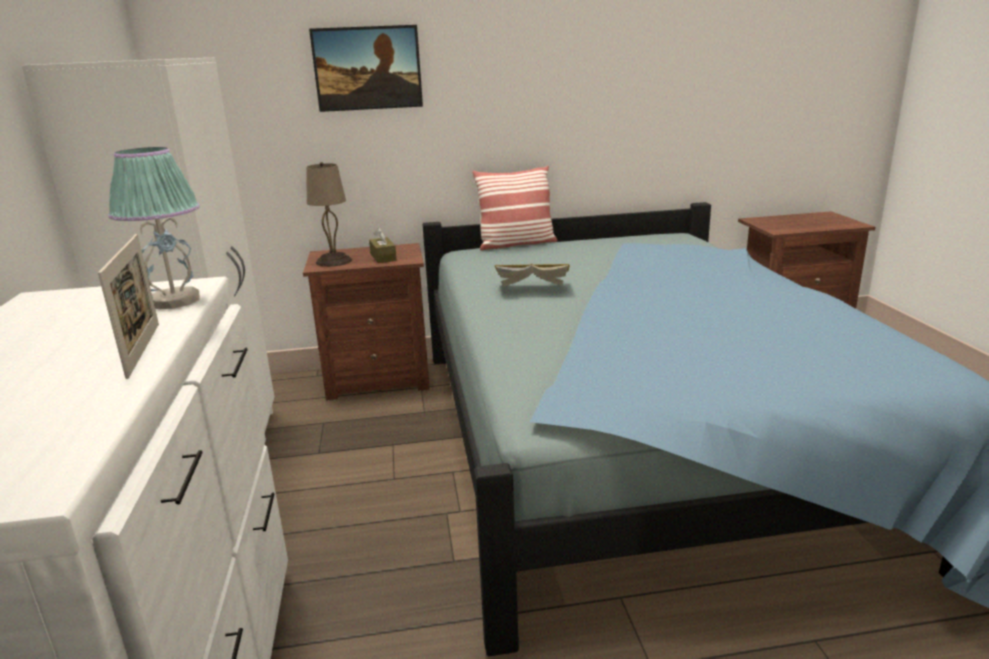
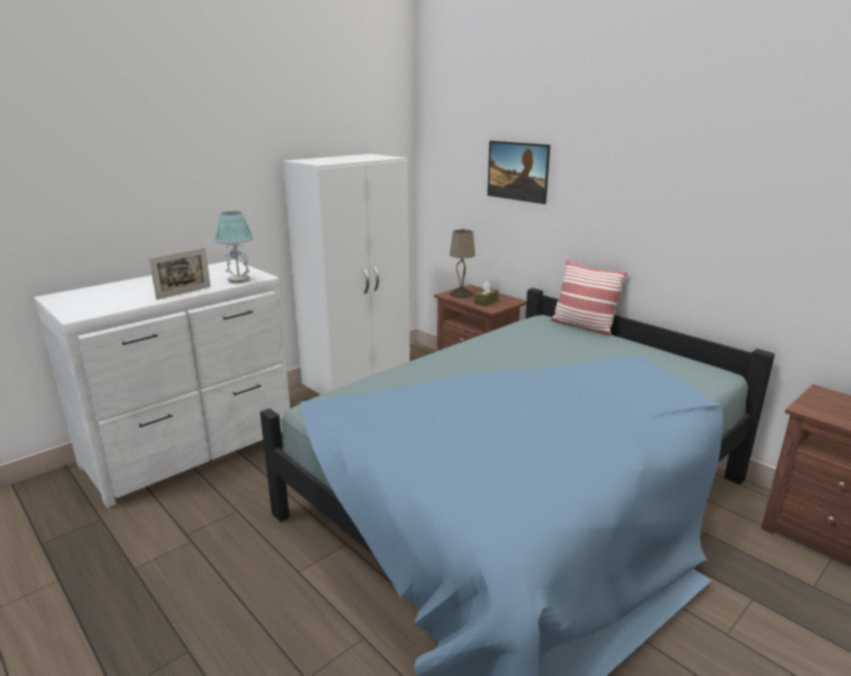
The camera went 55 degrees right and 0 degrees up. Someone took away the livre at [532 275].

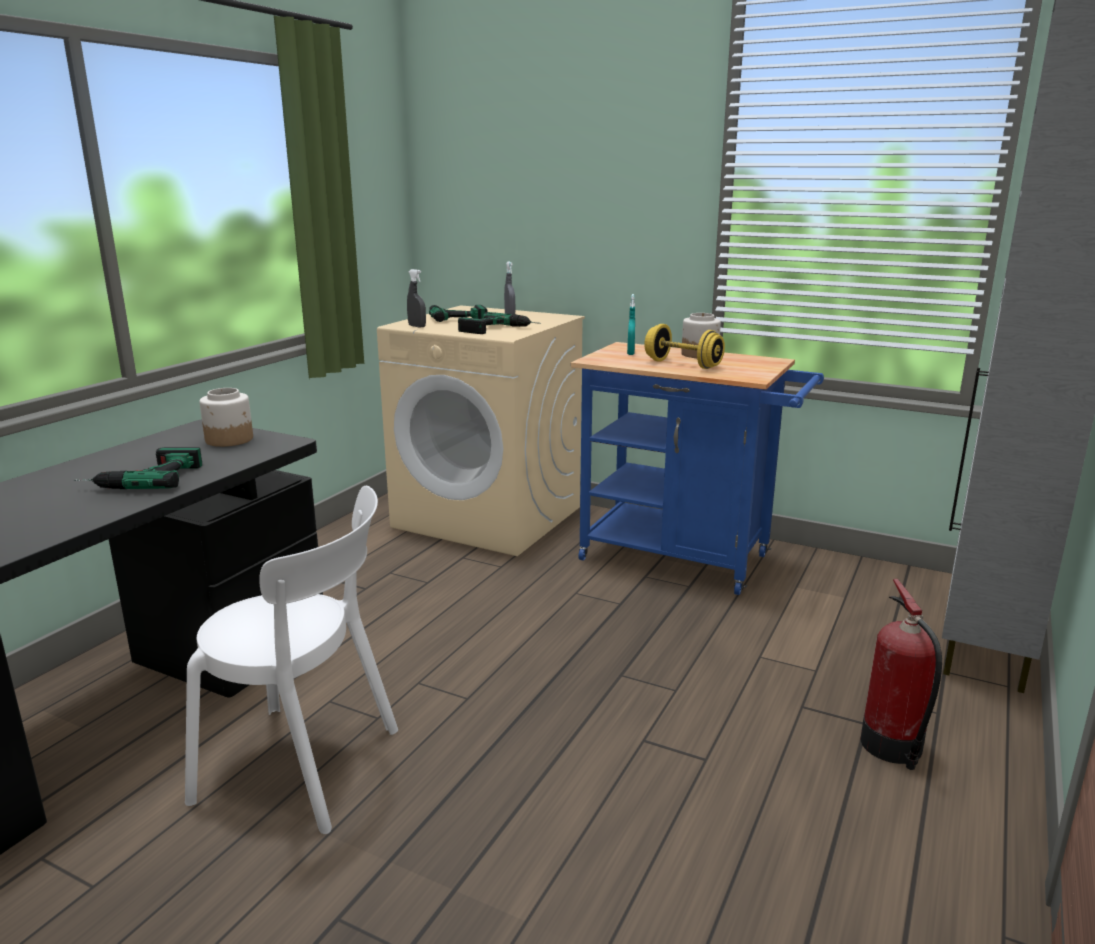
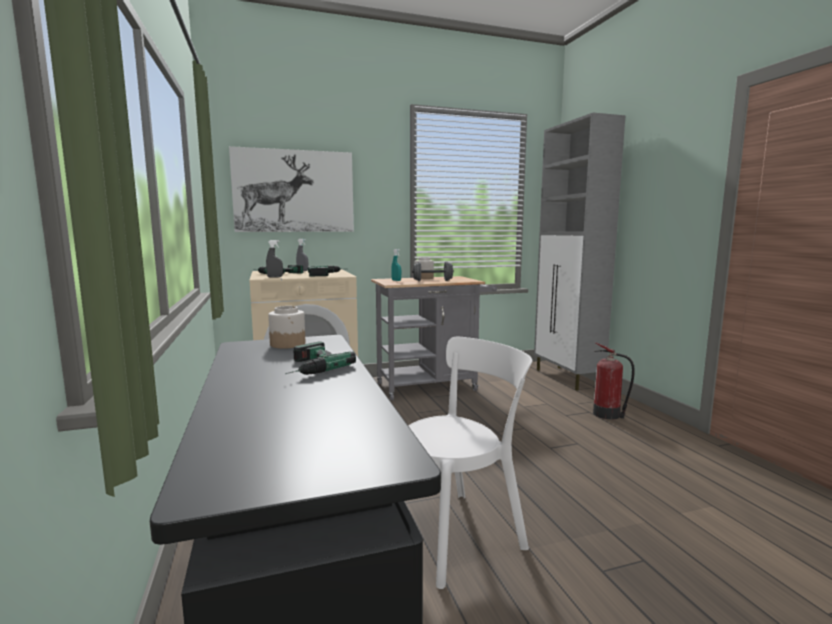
The camera went 45 degrees left and 10 degrees down. Someone repainted the chariot/bleu at [697 468], which became the chariot/gris at [434 338]. Someone repainted the haltère/jaune at [684 346], which became the haltère/gris at [433 271]. Someone put up the tableau at [291 189].

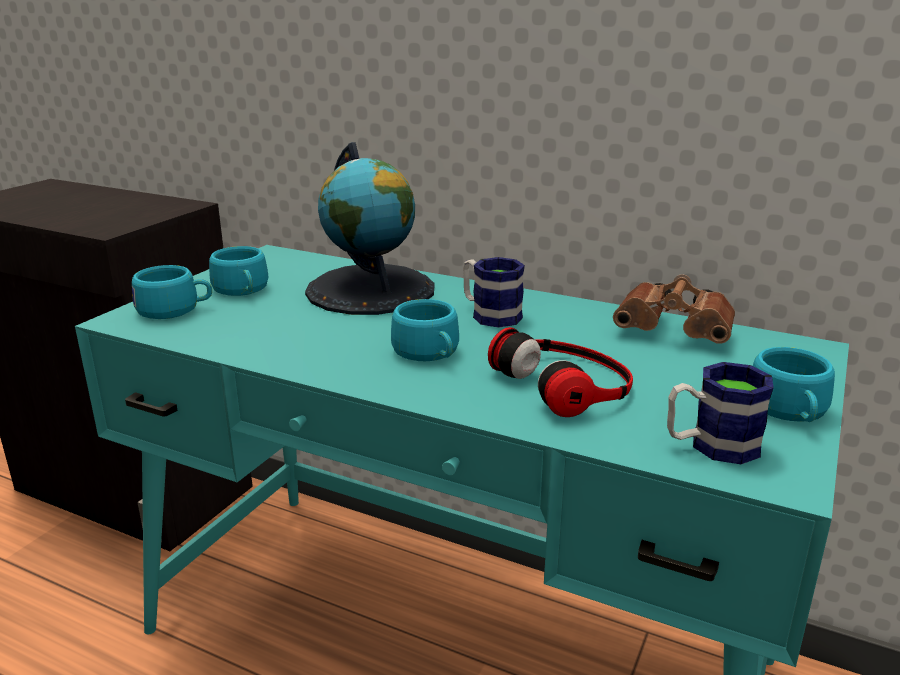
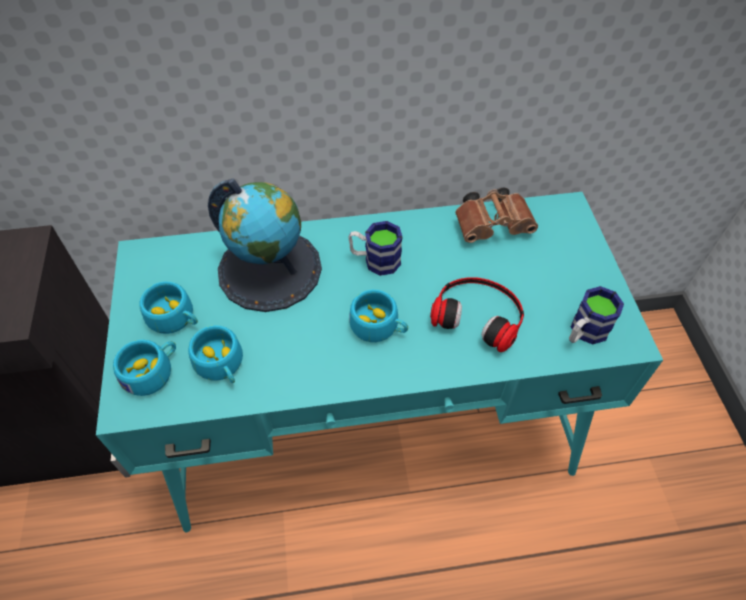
The camera went 35 degrees left and 30 degrees up. Someone carried the tasse/turquoise from [794 384] to [215 354].

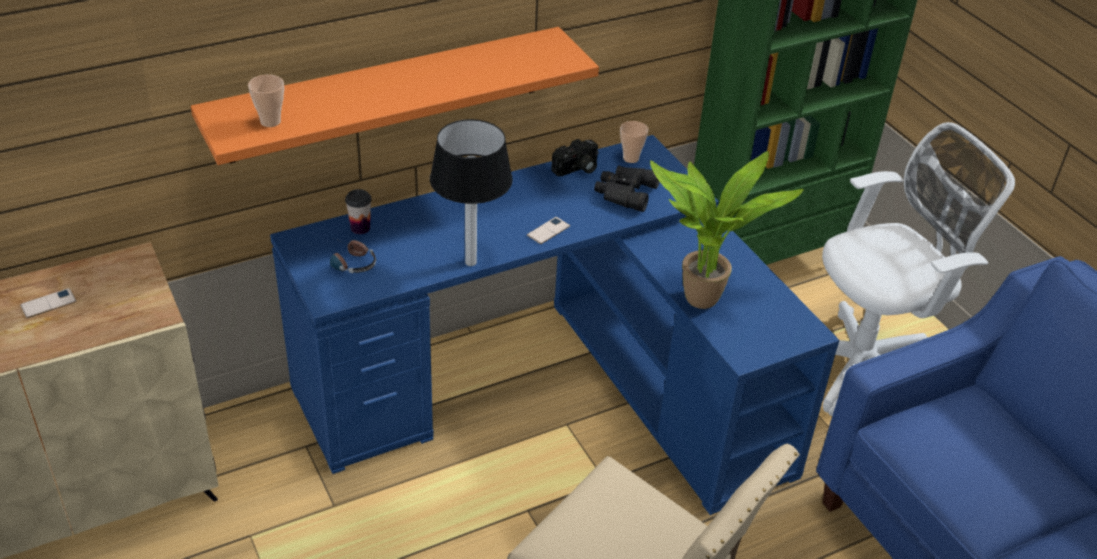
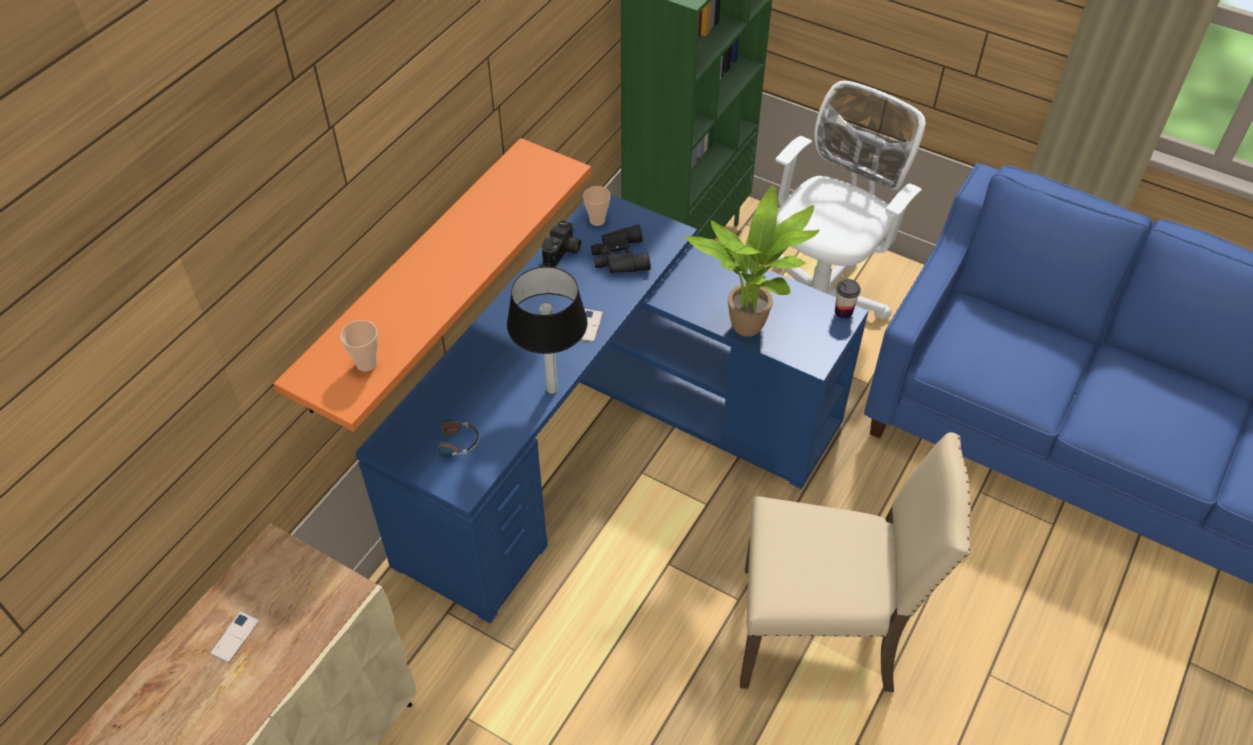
The camera went 30 degrees left and 10 degrees up. Someone carried the tasse from [358 211] to [848 299].

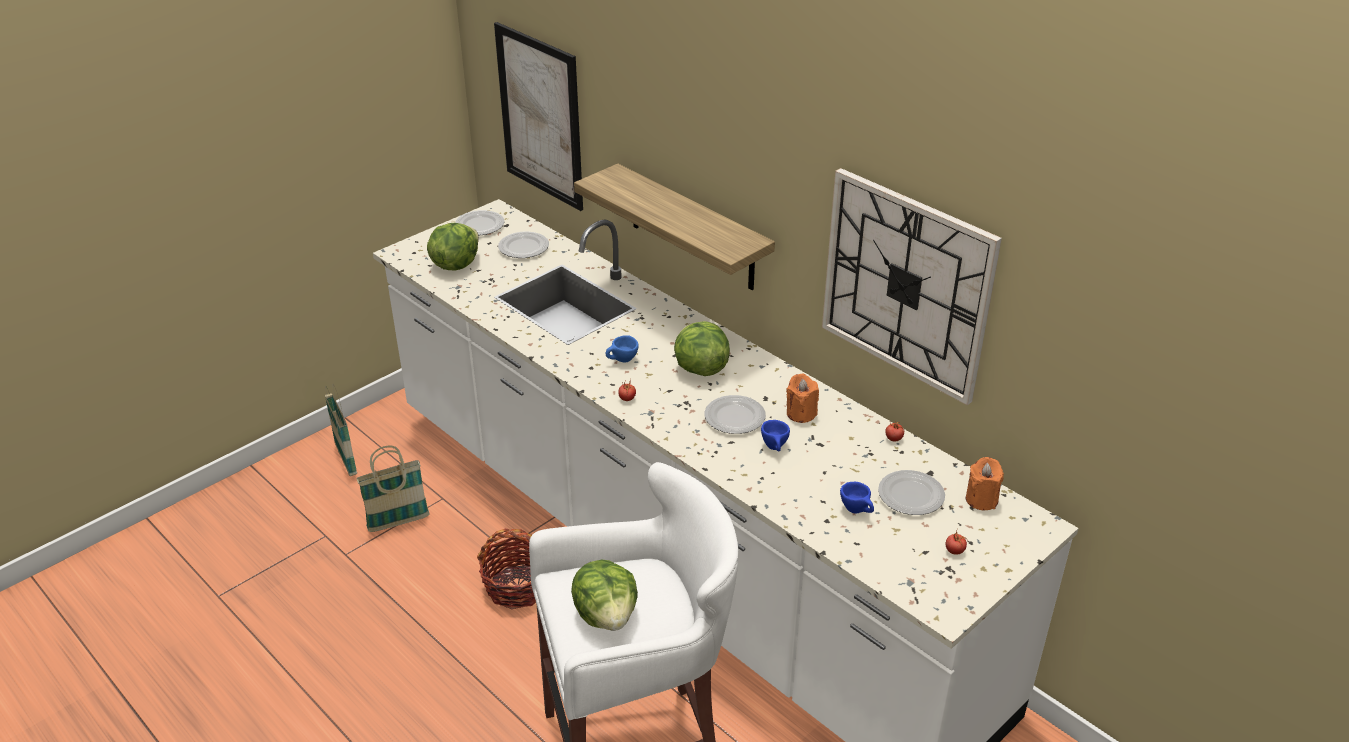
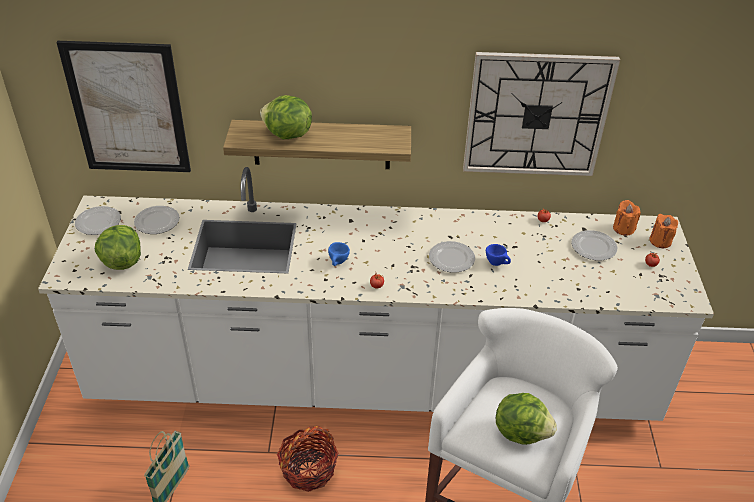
The camera went 45 degrees left and 5 degrees up. Someone took away the panier at [341 430]. Someone carried the laitue from [702 348] to [286 117]. Someone carried the bougie/orange from [802 398] to [663 231]. Someone took away the tasse/bleu at [857 497].

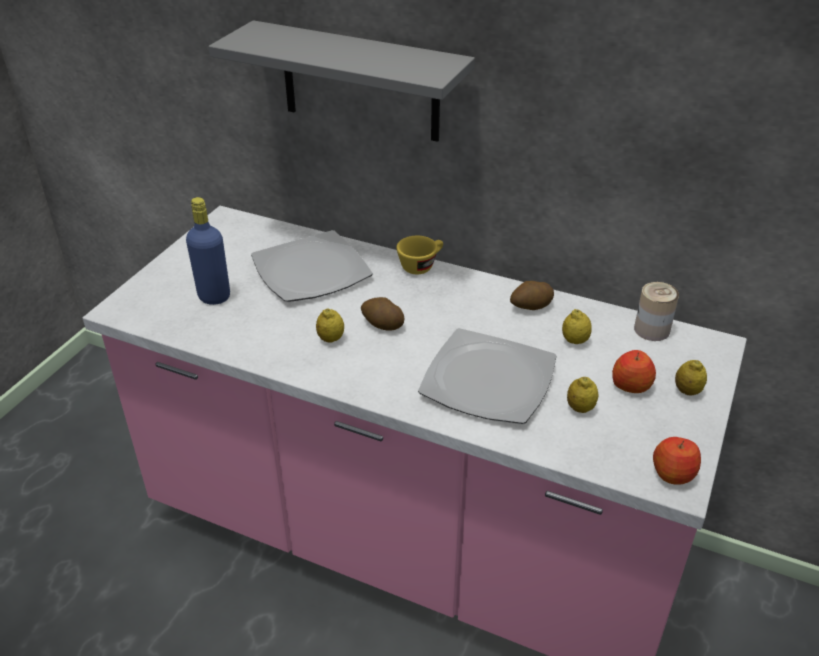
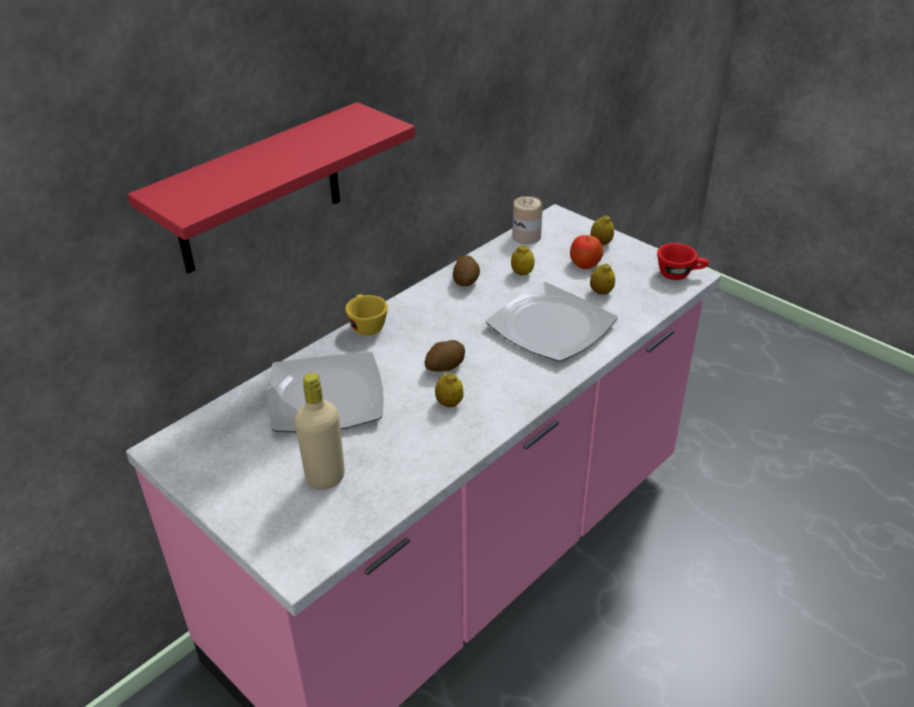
The camera went 70 degrees left and 0 degrees up. Someone repainted the bouteille/bleu at [208 251], which became the bouteille/beige at [320 431]. Someone repainted the étagère/gris at [342 81], which became the étagère/rouge at [271 188]. Someone swapped the pomme at [677 461] for the tasse/rouge at [683 261].

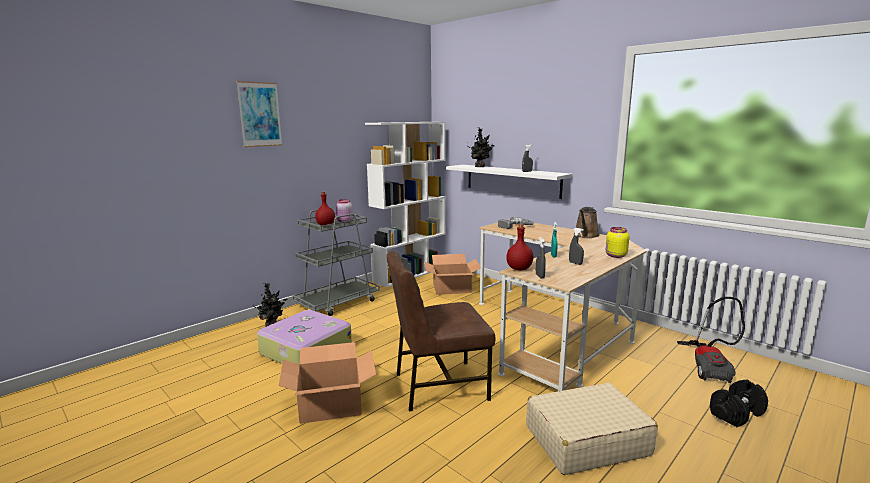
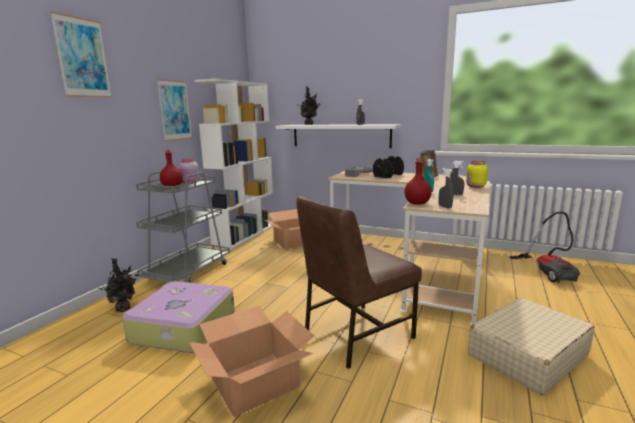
The camera went 20 degrees left and 0 degrees up. Someone carried the haltère/noir from [739 403] to [388 167]. Someone put up the tableau at [174 110].

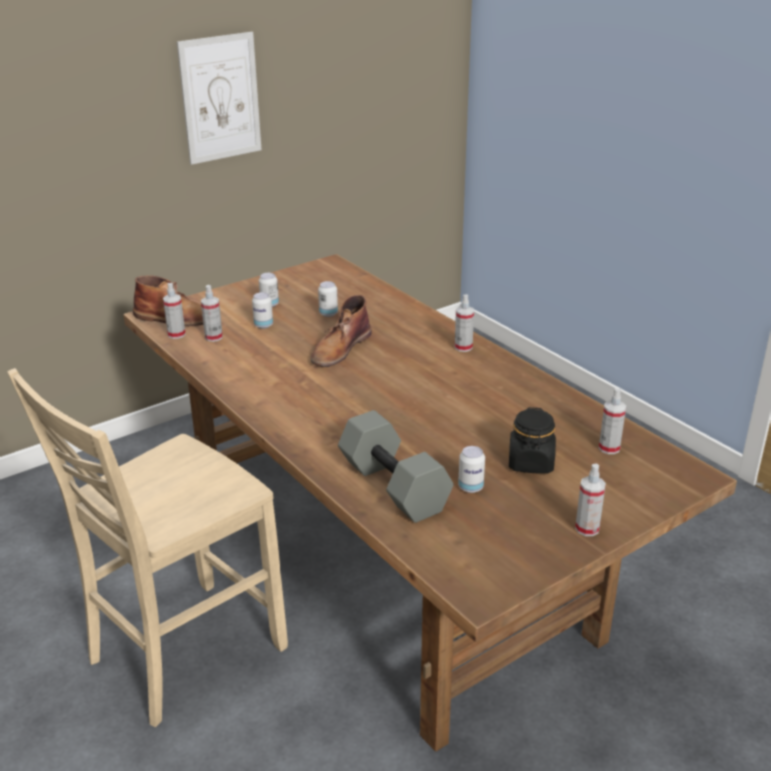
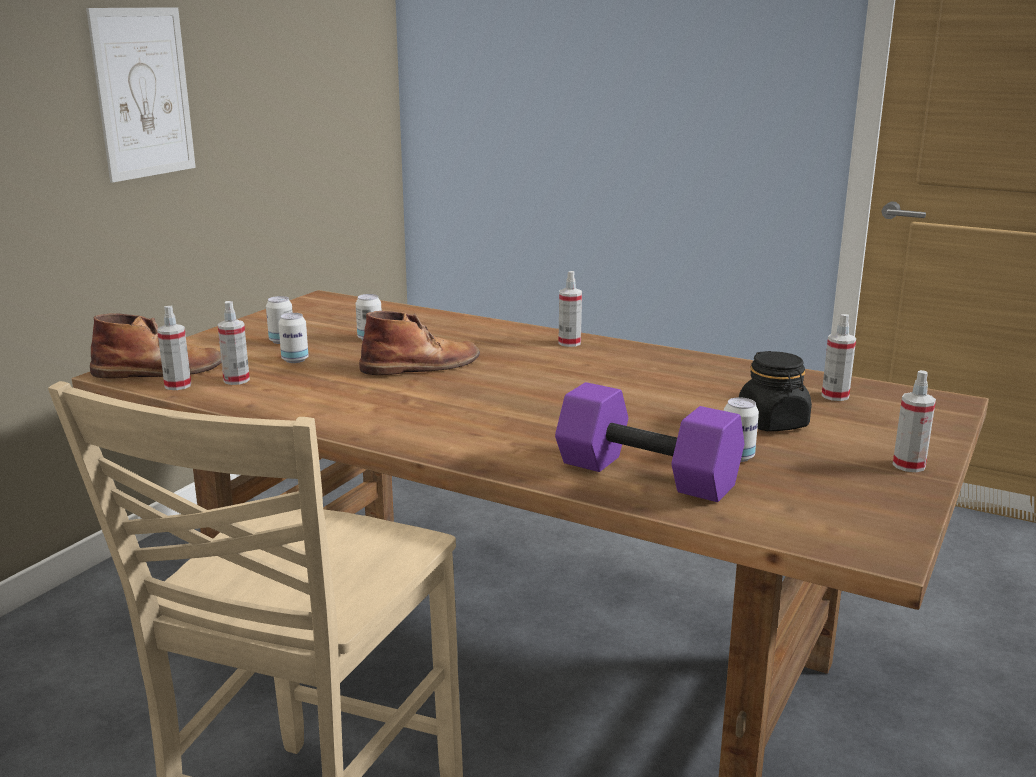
The camera went 25 degrees left and 10 degrees down. Someone rotated the botte/marron at [340 331] by 120 degrees counterclockwise. Someone repainted the haltère/gris at [396 466], which became the haltère/violet at [649 442].

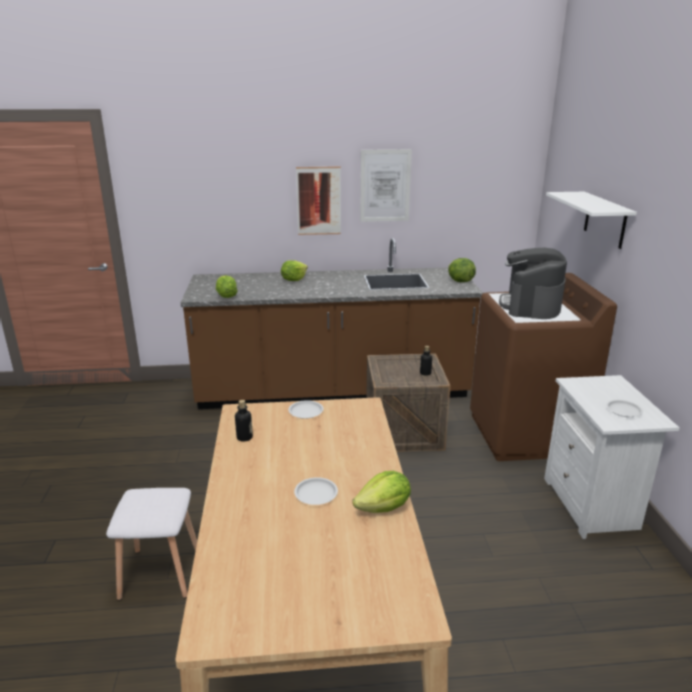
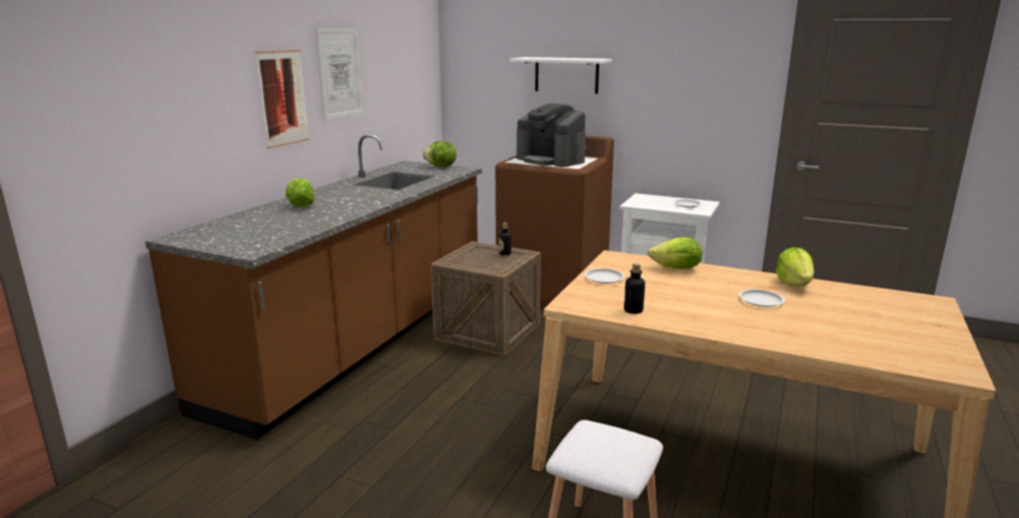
The camera went 60 degrees left and 5 degrees down. Someone carried the laitue from [227 286] to [675 253].

